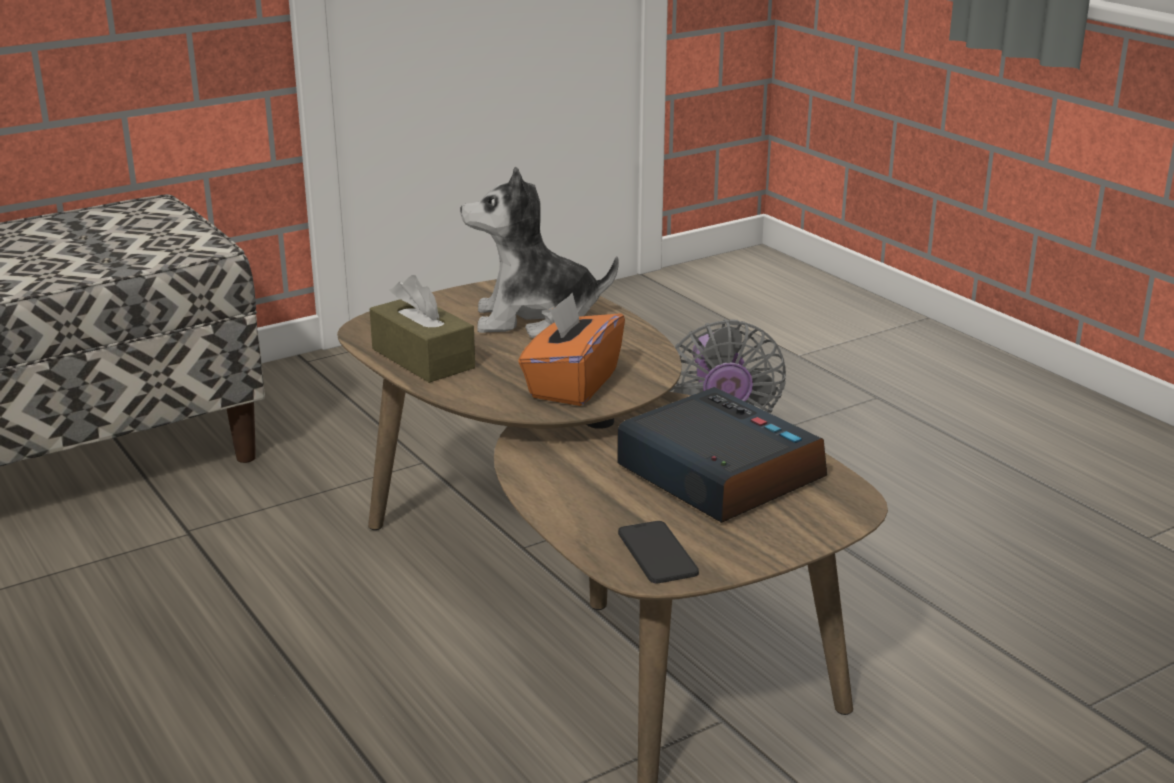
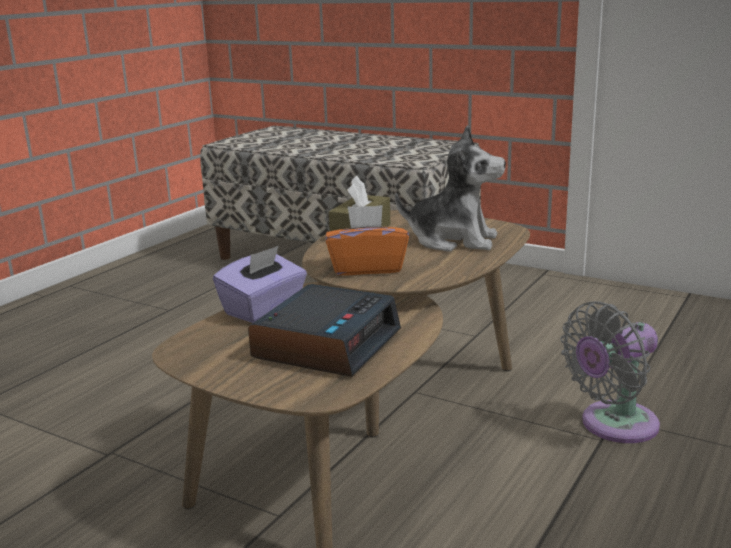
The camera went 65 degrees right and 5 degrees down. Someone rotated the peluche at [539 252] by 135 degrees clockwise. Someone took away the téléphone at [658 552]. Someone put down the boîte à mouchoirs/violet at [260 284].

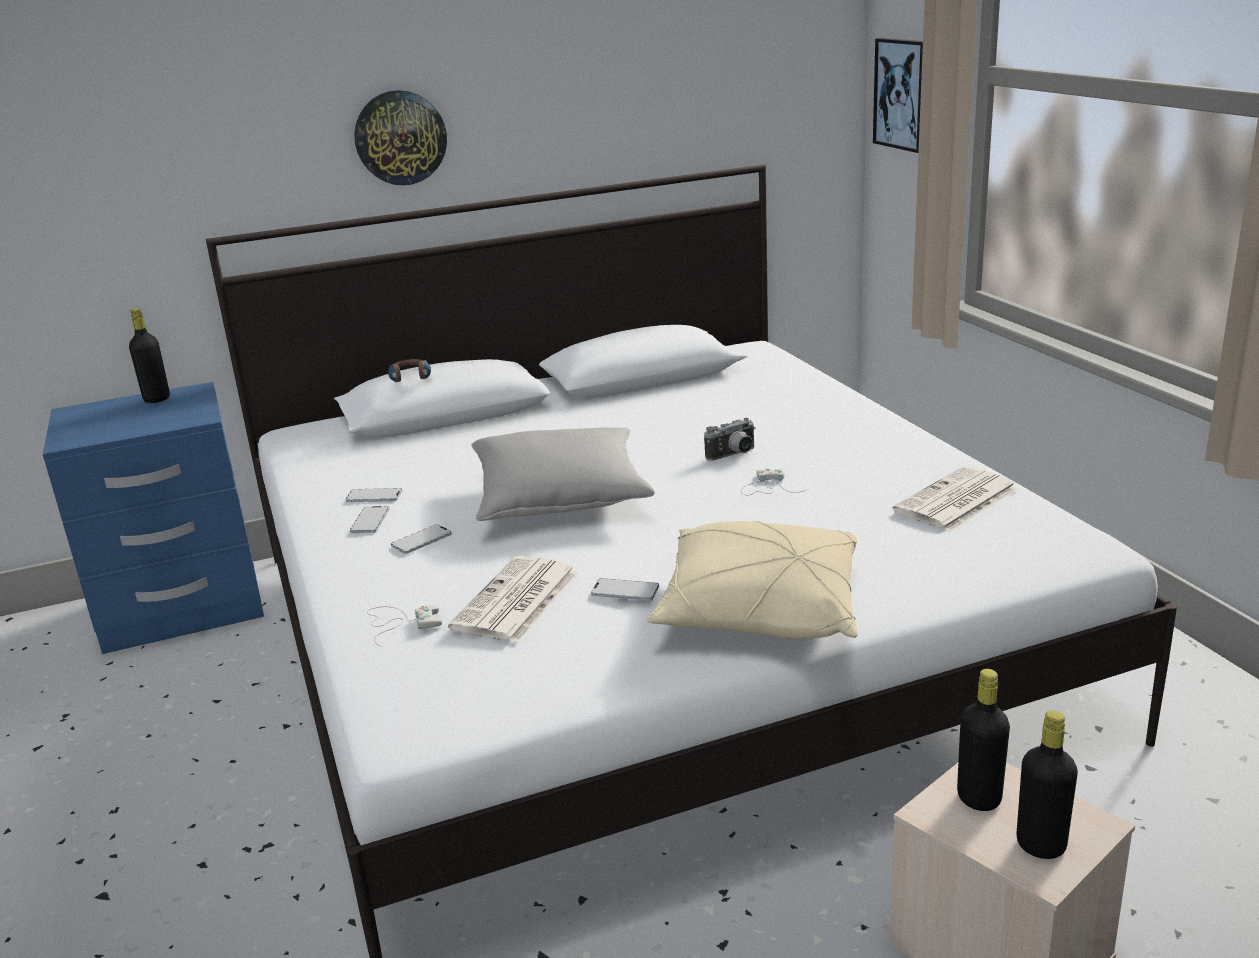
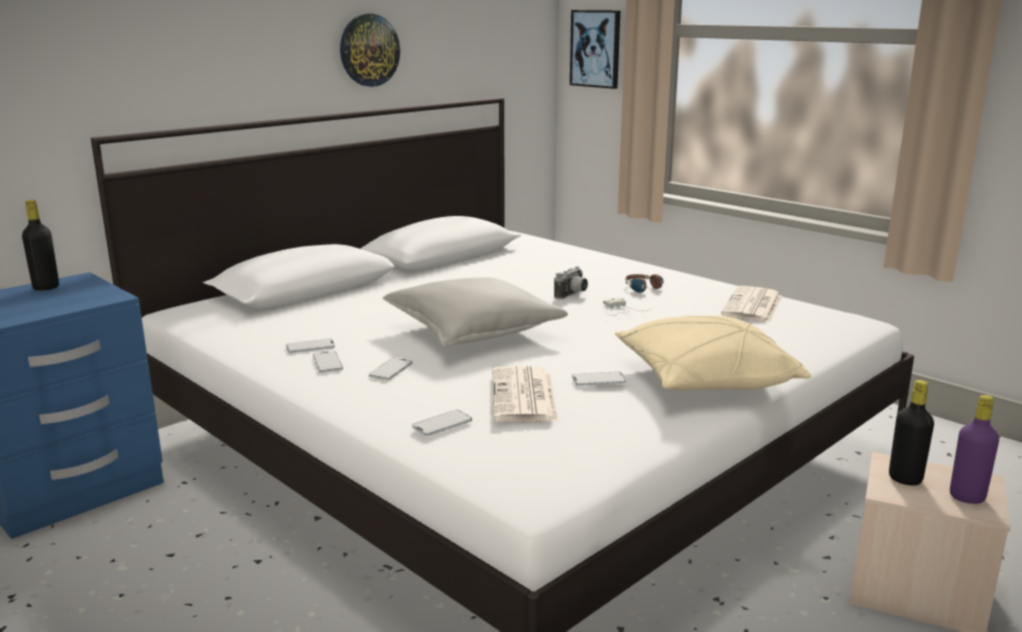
The camera went 25 degrees left and 5 degrees down. Someone carried the horloge murale from [400 138] to [370 50]. Someone swapped the manette/blanc at [404 626] for the téléphone at [442 423]. Someone carried the casque audio from [409 370] to [644 283]. Someone repainted the bouteille/noir at [1047 784], which became the bouteille/violet at [974 449].

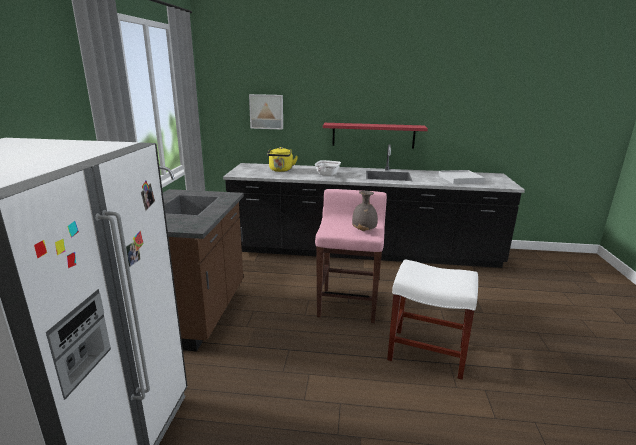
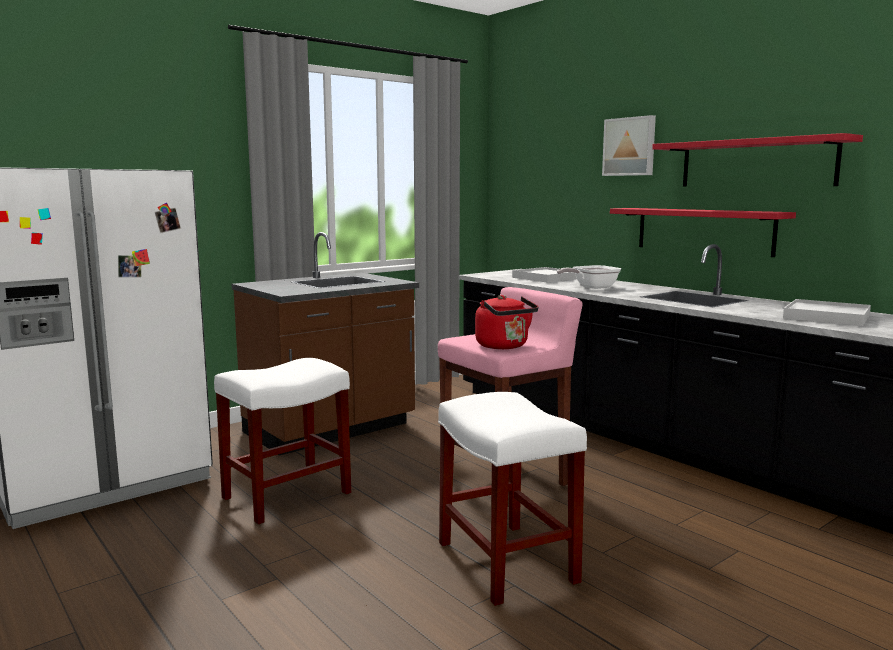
The camera went 45 degrees right and 10 degrees down. Someone carried the tableau from [266 112] to [629 145]. Someone swapped the bouilloire/jaune at [282 159] for the plateau/blanc at [544 275]. Someone swapped the vase/gris at [365 211] for the bouilloire/rouge at [506 322]. Someone put down the tabouret/blanc at [282 441]. Someone put up the étagère/rouge at [757 160].

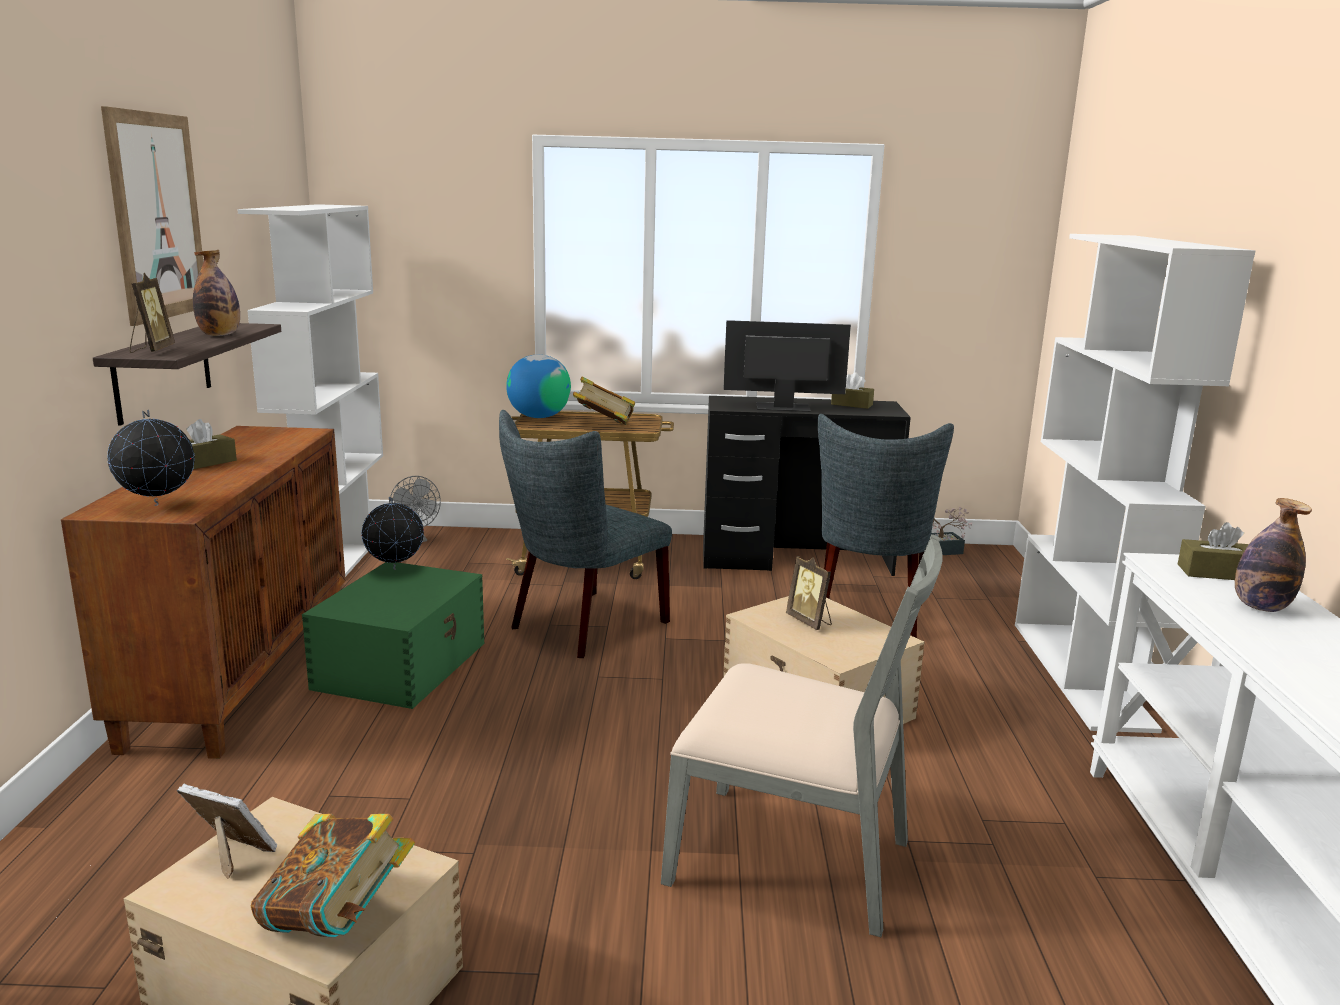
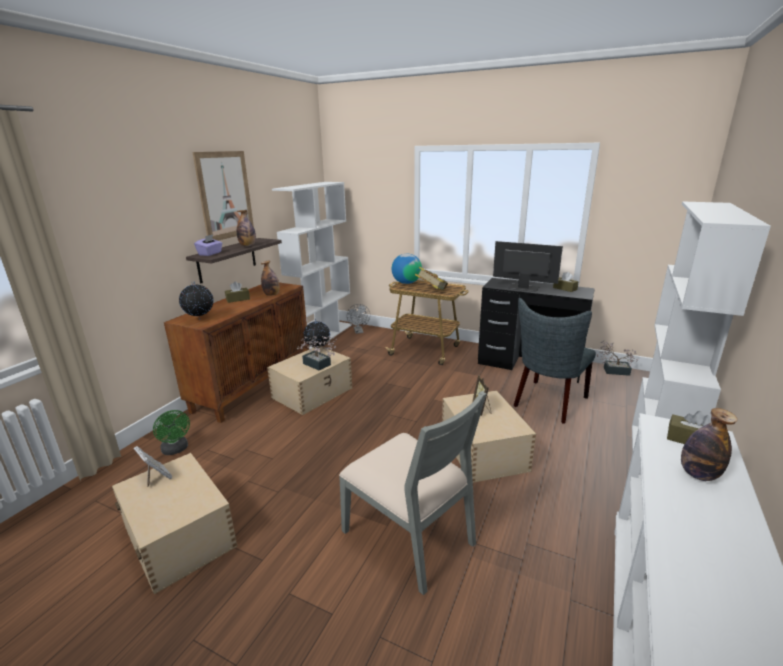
The camera went 25 degrees right and 5 degrees up. Someone swapped the cadre photo at [152 313] for the boîte à mouchoirs/violet at [208 245]. Someone took away the livre at [333 876]. Someone repainted the boîte de rangement/vert at [393 635], which became the boîte de rangement/beige at [309 381]. Someone took away the chaise/gris at [585 534]. Someone put down the ventilateur/vert at [171 432]. Someone put down the bouteille at [270 278]. Someone put down the plante en pot at [317 353].

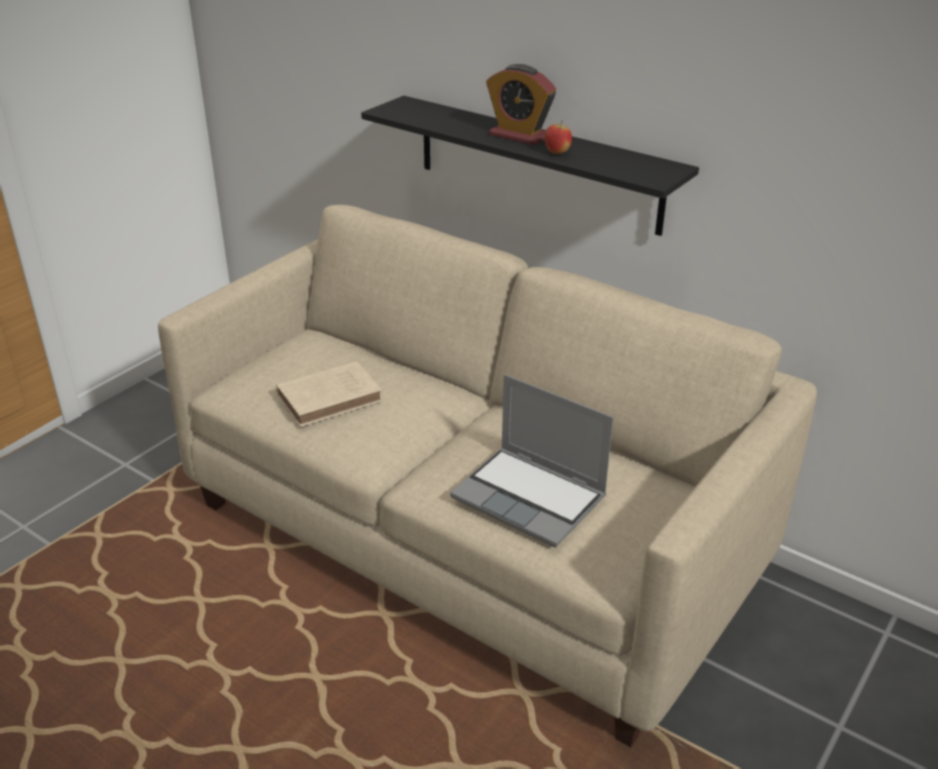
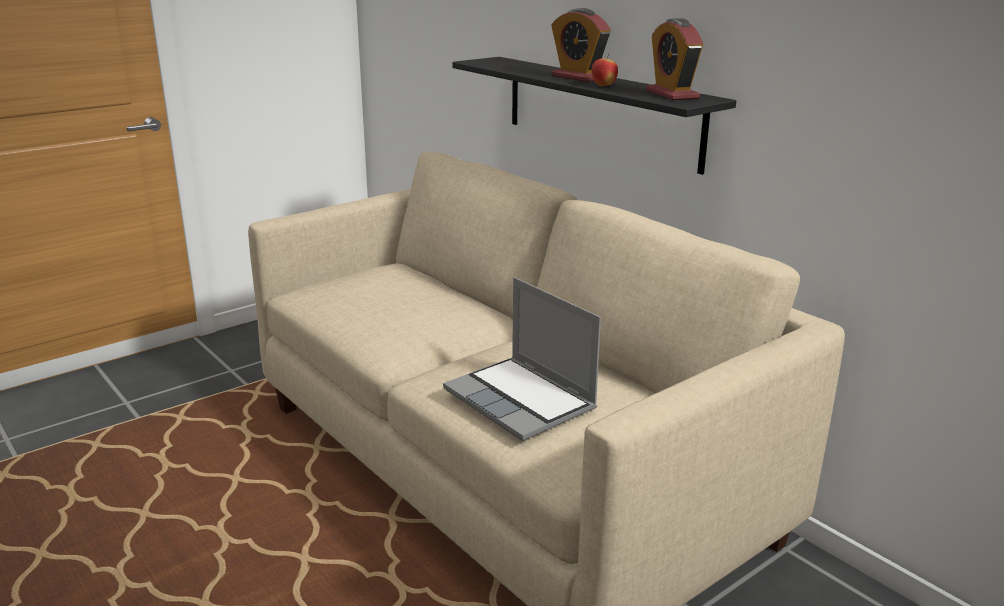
The camera went 15 degrees right and 10 degrees down. Someone took away the livre/beige at [329 394]. Someone put down the réveil at [674 59].

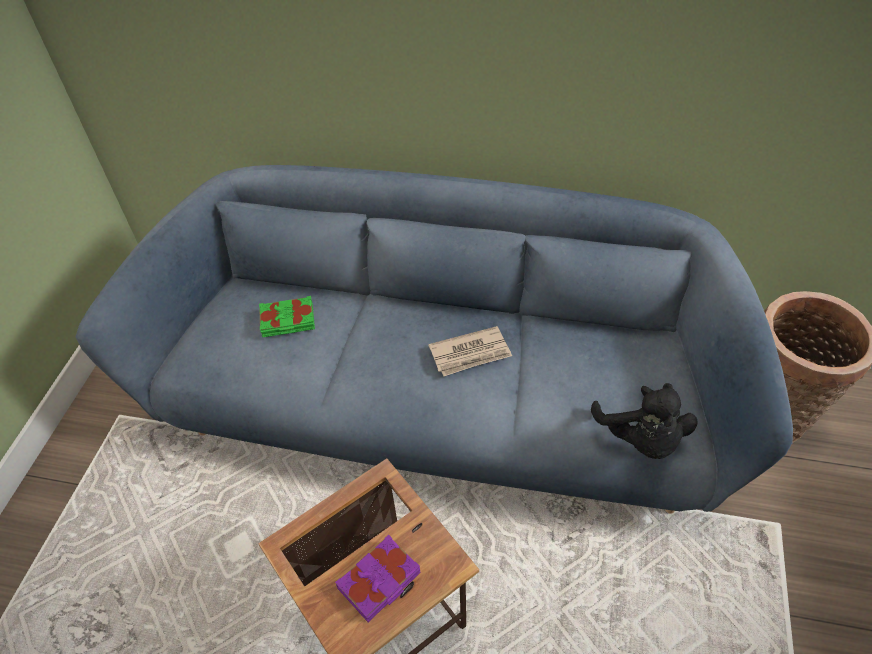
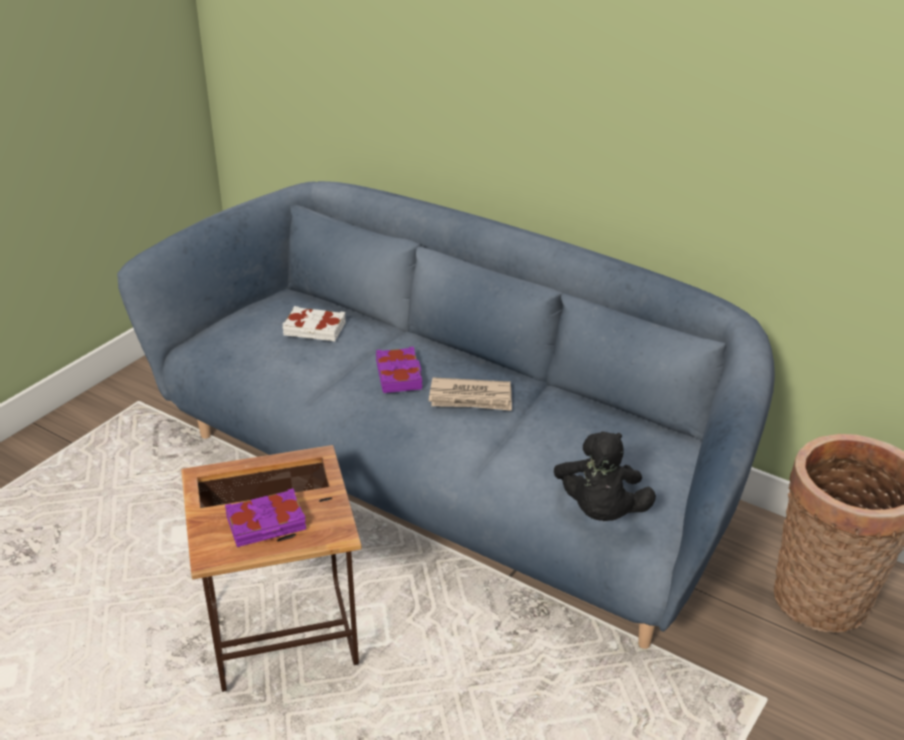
The camera went 20 degrees right and 15 degrees down. Someone repainted the livre/vert at [287 316], which became the livre/blanc at [314 323]. Someone put down the livre/violet at [399 370].

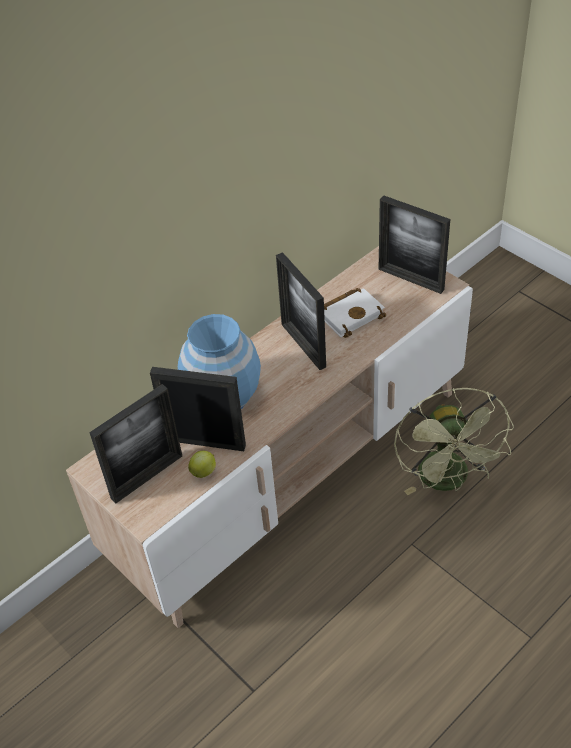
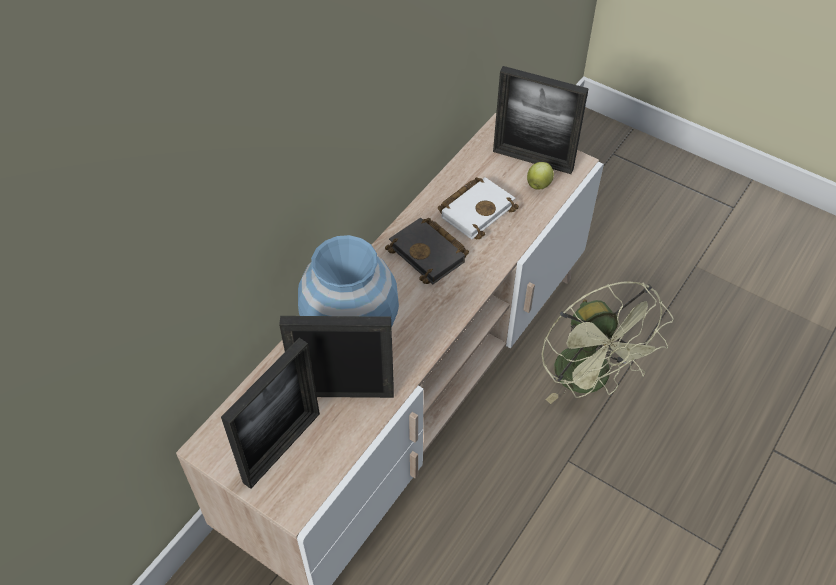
The camera went 15 degrees left and 5 degrees up. Someone carried the pomme from [202 464] to [540 176]. Someone swapped the cadre photo at [301 311] for the livre/noir at [427 251].

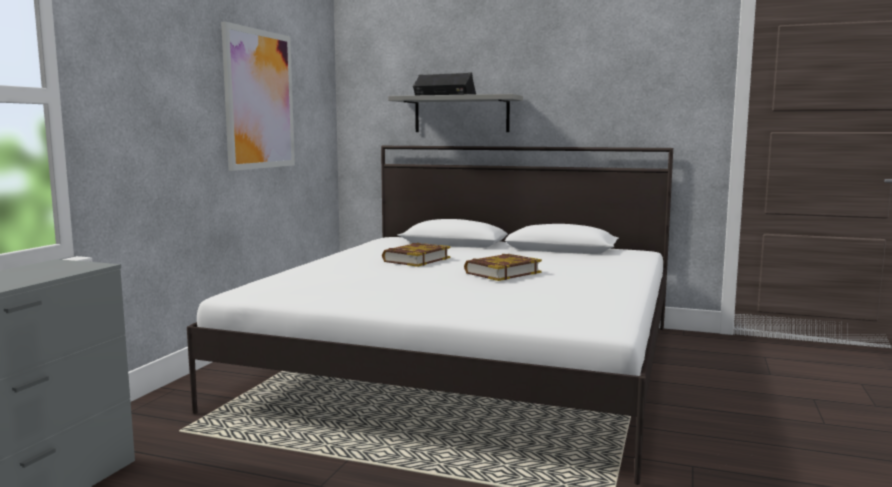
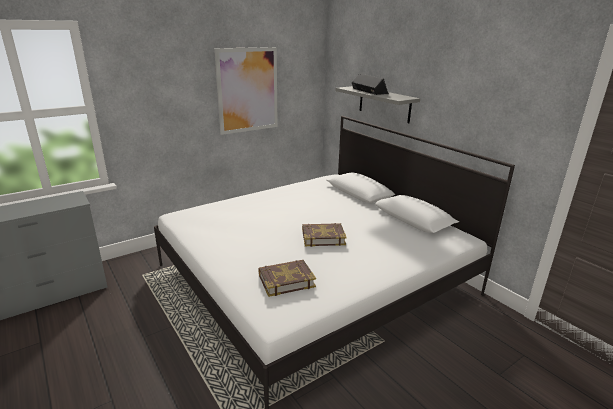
The camera went 35 degrees right and 15 degrees up. Someone carried the livre from [416 255] to [287 278].

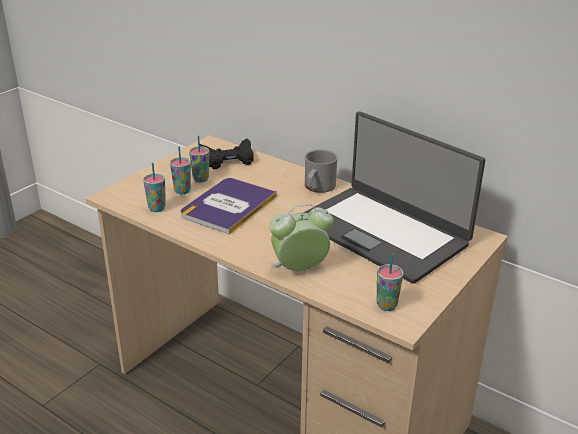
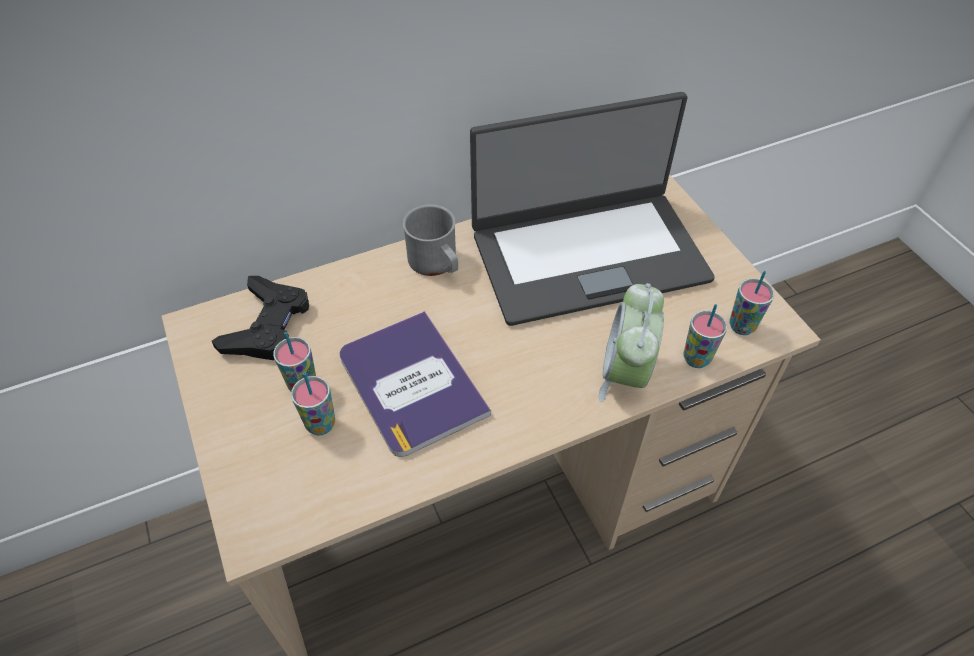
The camera went 60 degrees left and 20 degrees up. Someone carried the tasse from [154 187] to [705 336].

